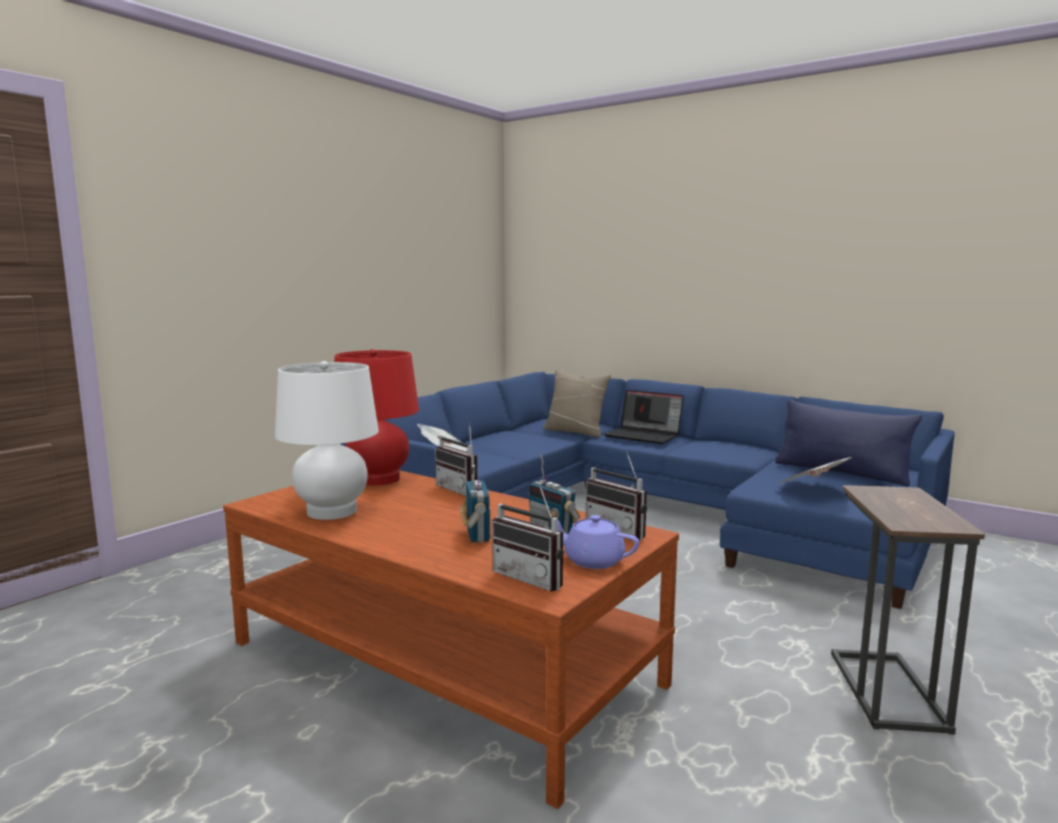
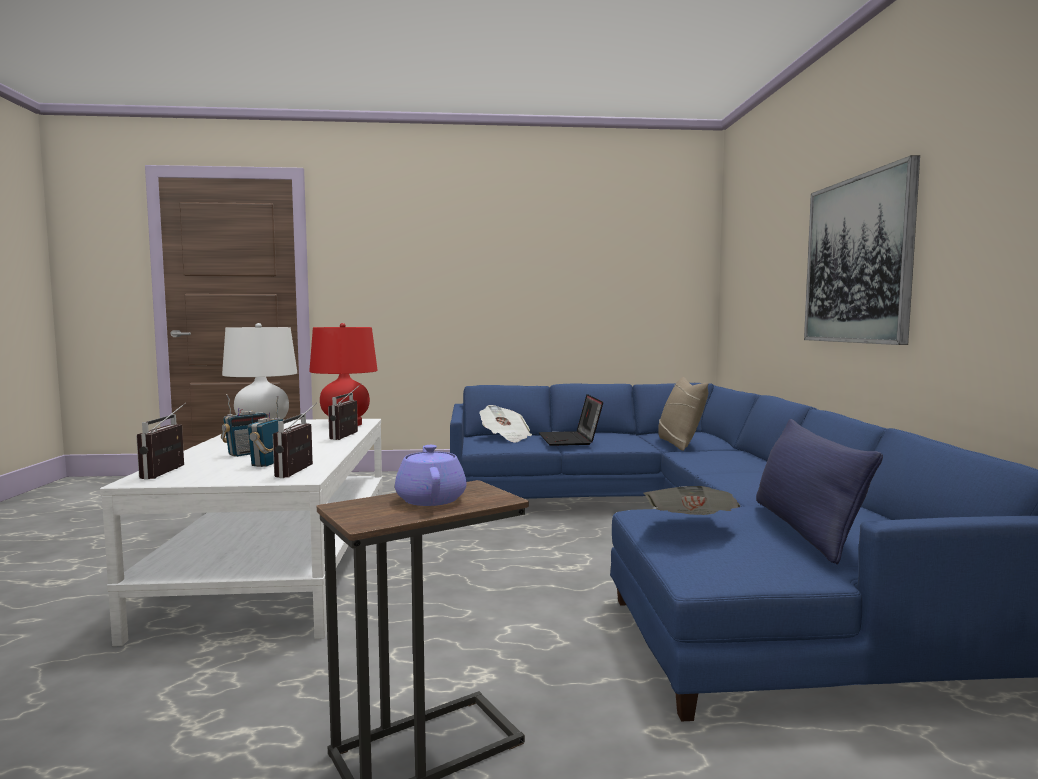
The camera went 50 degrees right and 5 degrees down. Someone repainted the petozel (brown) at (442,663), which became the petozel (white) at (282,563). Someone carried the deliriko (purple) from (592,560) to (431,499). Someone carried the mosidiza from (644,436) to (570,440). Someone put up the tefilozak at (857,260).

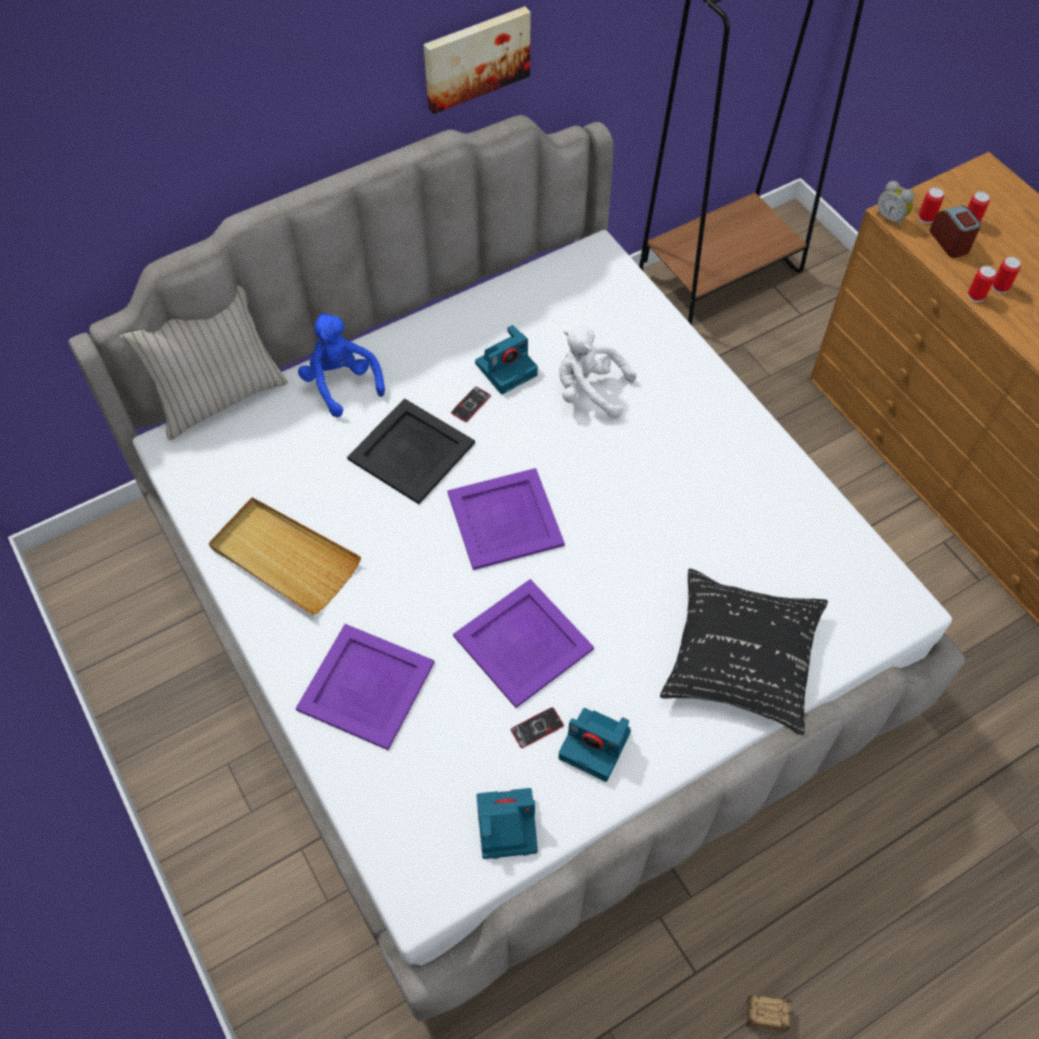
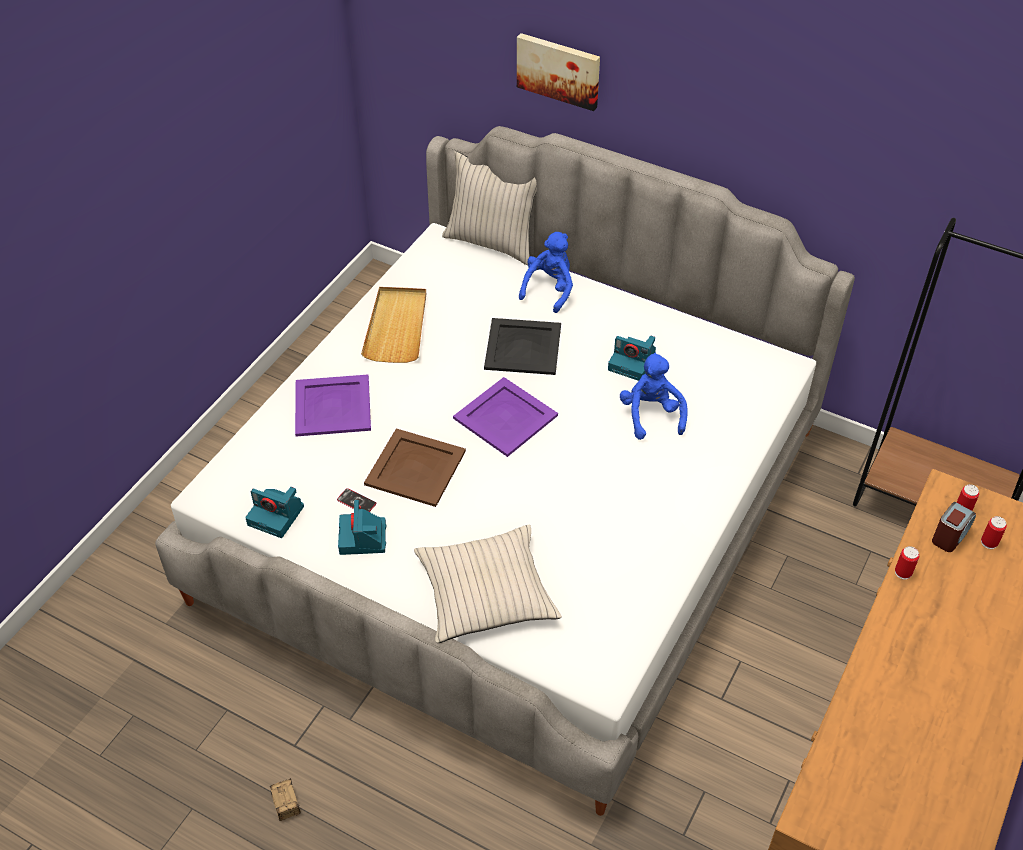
The camera went 60 degrees right and 10 degrees down. Someone rotated the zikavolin at (505,826) by 150 degrees clockwise. Someone repainted the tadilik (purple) at (523,644), which became the tadilik (brown) at (414,468). Someone repainted the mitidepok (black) at (741,657), which became the mitidepok (beige) at (485,592). Someone carried the tefilozak from (475,57) to (559,70). Someone repainted the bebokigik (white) at (589,391), which became the bebokigik (blue) at (651,415). Someone took away the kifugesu at (470,404). Someone took away the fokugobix at (891,218). Someone took away the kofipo at (1000,287).

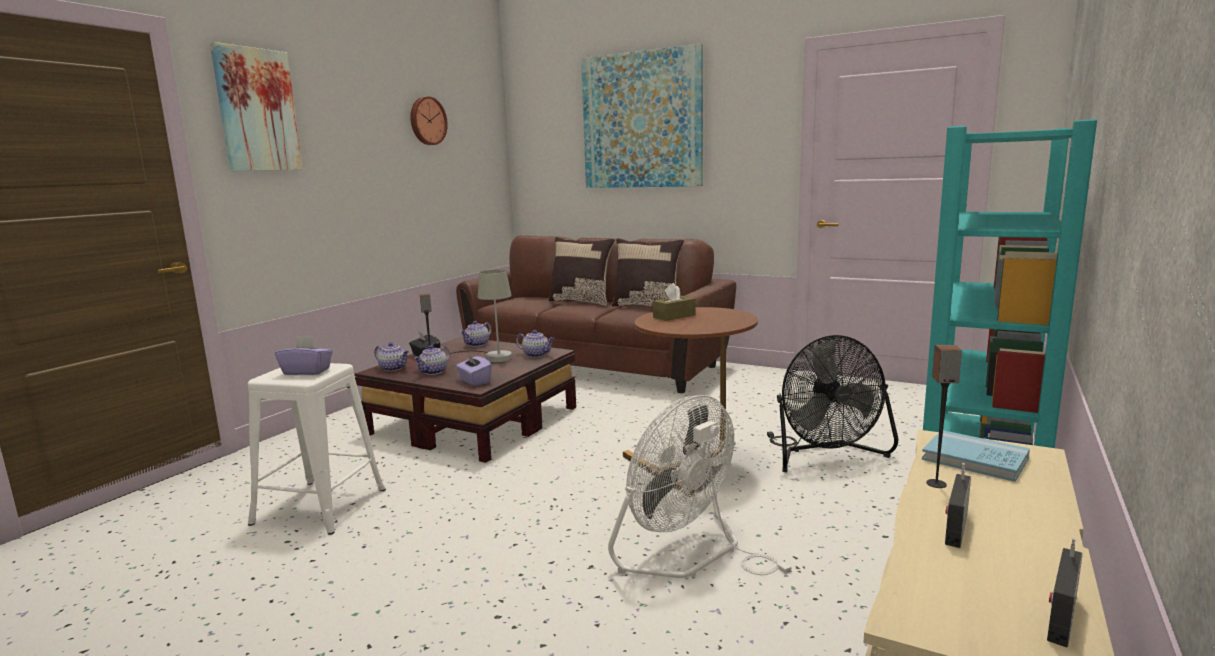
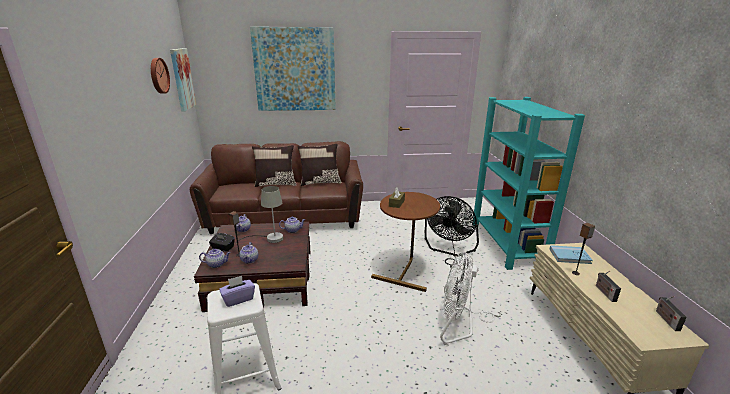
The camera went 35 degrees left and 10 degrees up. Someone carried the tefilozak from (257,110) to (182,79). Someone rotated the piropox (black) at (820,455) by 105 degrees counterclockwise. Someone took away the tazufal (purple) at (474,381).

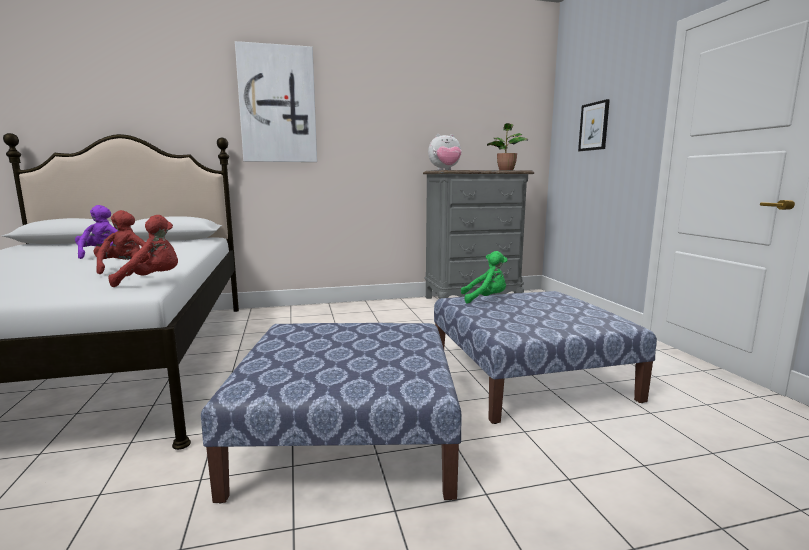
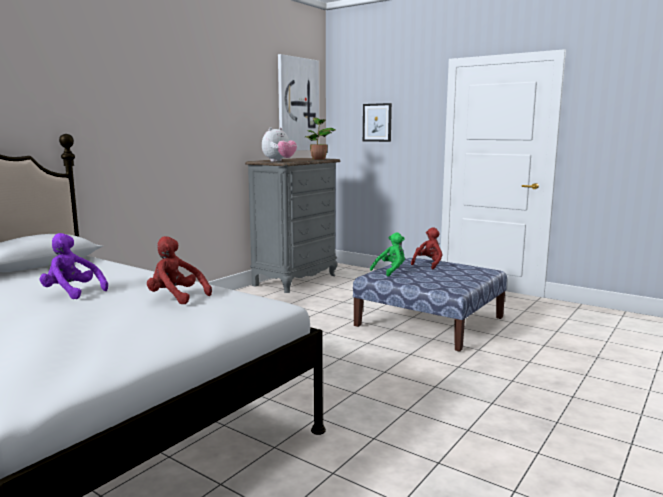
The camera went 40 degrees left and 0 degrees up. Someone carried the tefilozak from (277,105) to (297,104). Someone carried the bebokigik (red) from (152,280) to (428,264). Someone took away the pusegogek at (349,436).

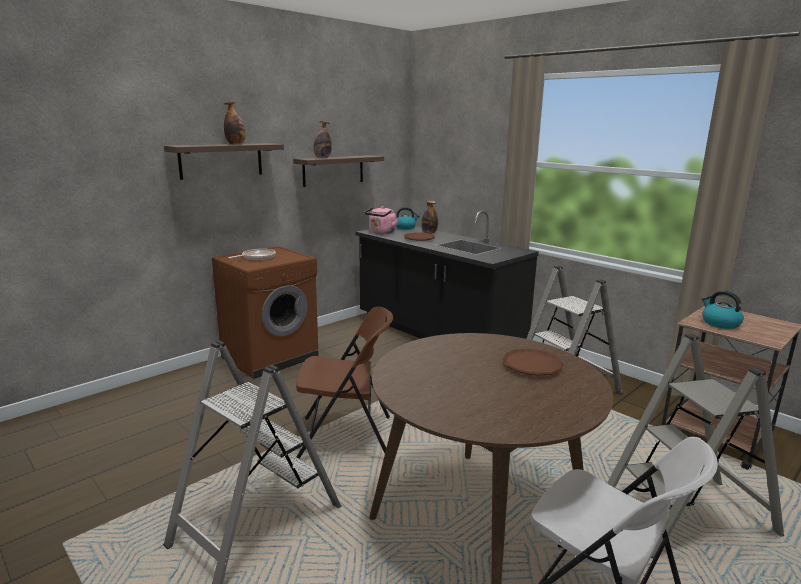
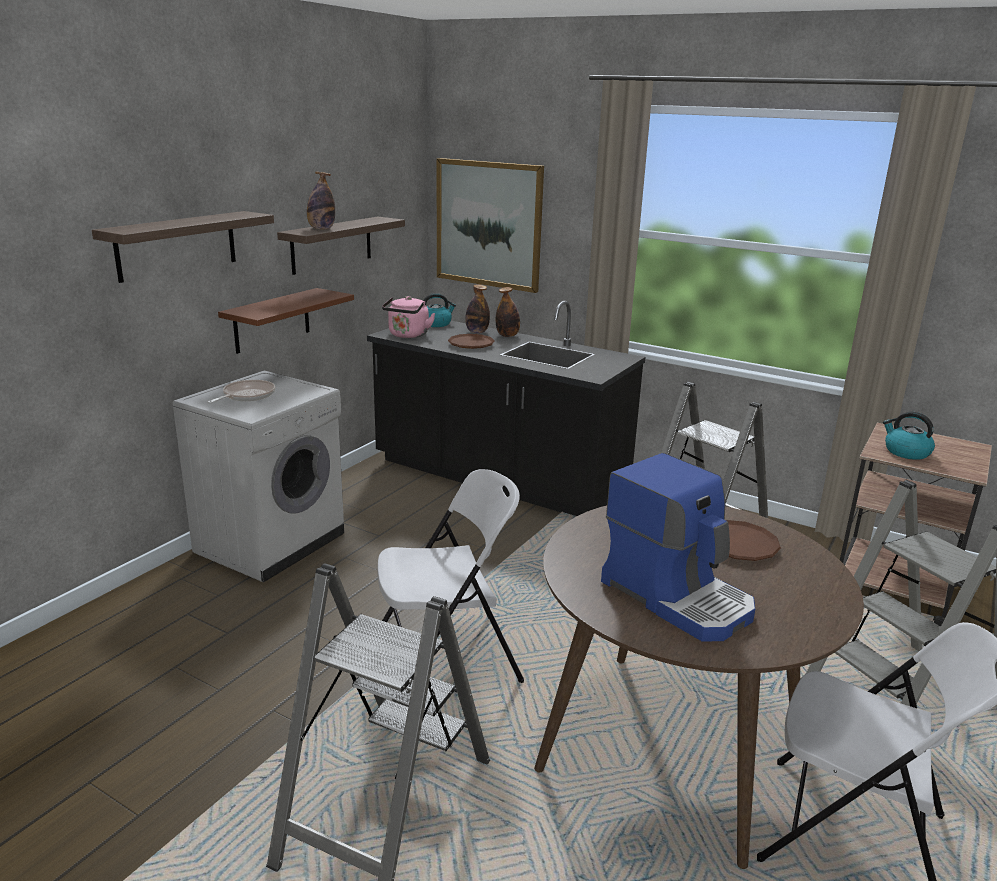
The camera went 15 degrees left and 5 degrees up. Someone repainted the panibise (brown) at (271,358), which became the panibise (white) at (273,543). Someone put up the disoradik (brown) at (272,320). Someone repainted the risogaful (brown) at (345,438), which became the risogaful (white) at (446,658). Someone put up the tefilozak at (488,224). Someone carried the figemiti from (236,144) to (507,335). Someone put down the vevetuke at (678,596).

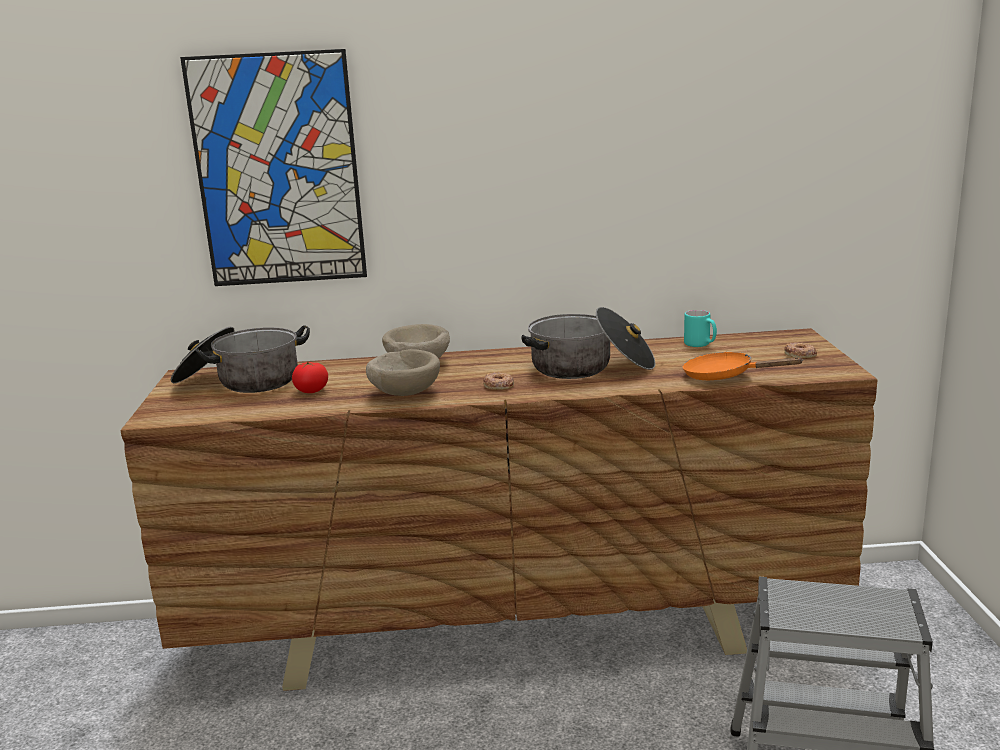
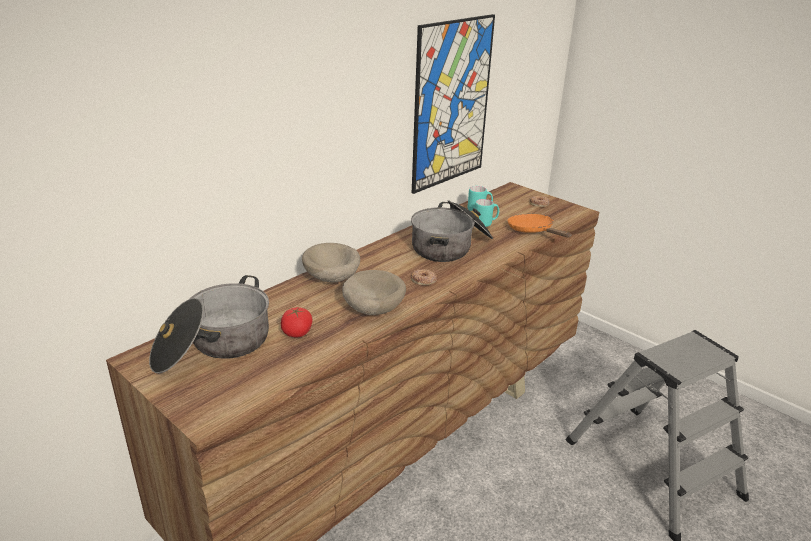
The camera went 45 degrees left and 10 degrees up. Someone carried the tefilozak from (278,171) to (451,104). Someone put down the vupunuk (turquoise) at (485,223). Someone rotated the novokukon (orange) at (725,376) by 75 degrees clockwise.

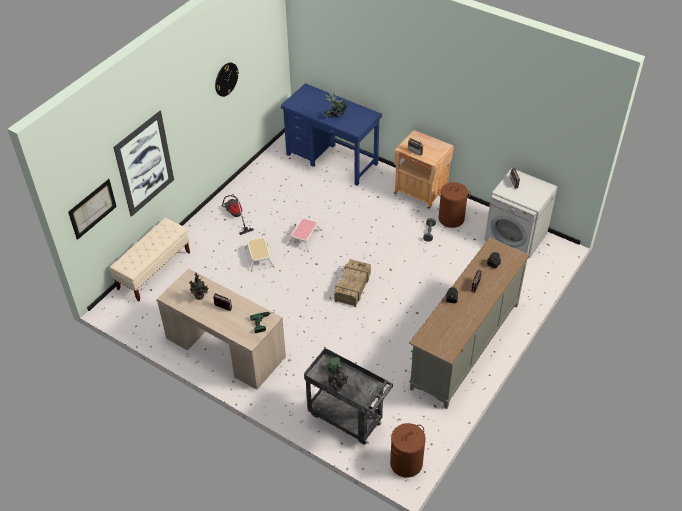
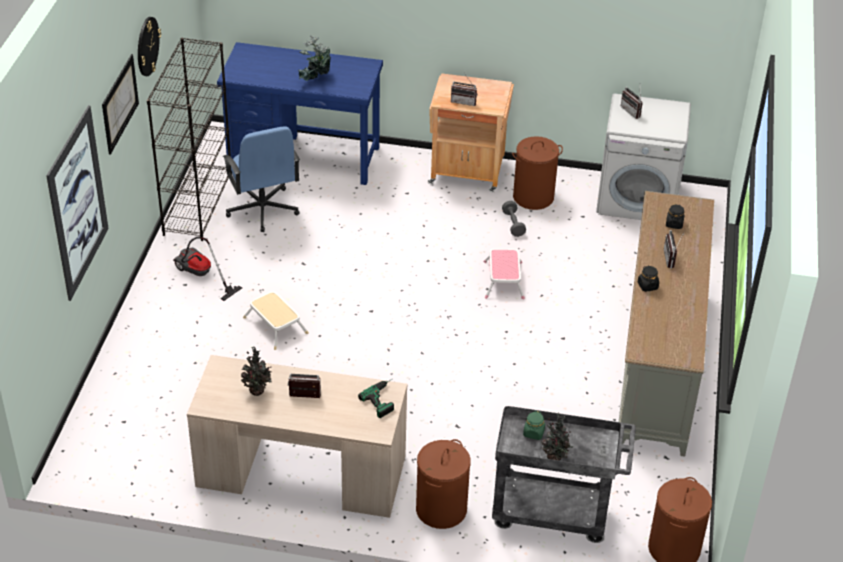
The camera went 25 degrees left and 5 degrees down. Someone carried the tefilozak from (92,209) to (120,103). Someone put down the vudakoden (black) at (198,204). Someone put down the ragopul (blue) at (262,209). Someone put down the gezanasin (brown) at (441,509). Someone carried the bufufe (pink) from (304,237) to (503,280). Someone took away the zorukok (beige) at (154,271). Someone took away the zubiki at (352,287).

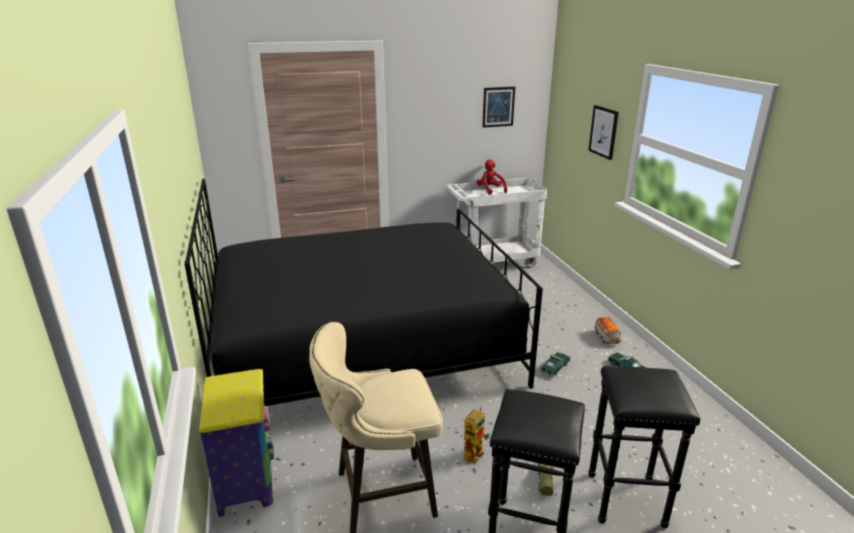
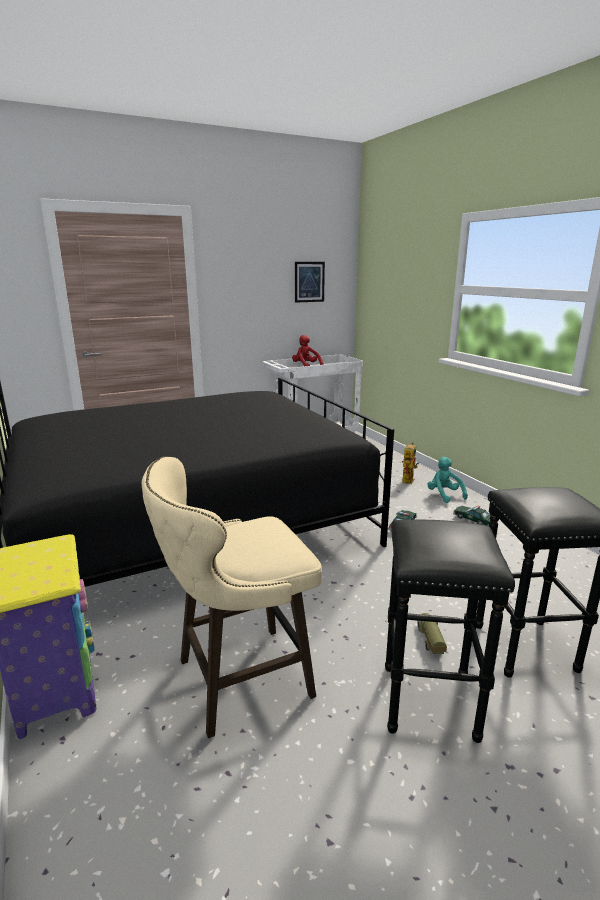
The camera went 10 degrees left and 5 degrees down. Someone carried the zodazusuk from (474,452) to (407,479). Someone swapped the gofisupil at (606,338) for the bebokigik (turquoise) at (444,495). Someone took away the tefilozak at (603,132).

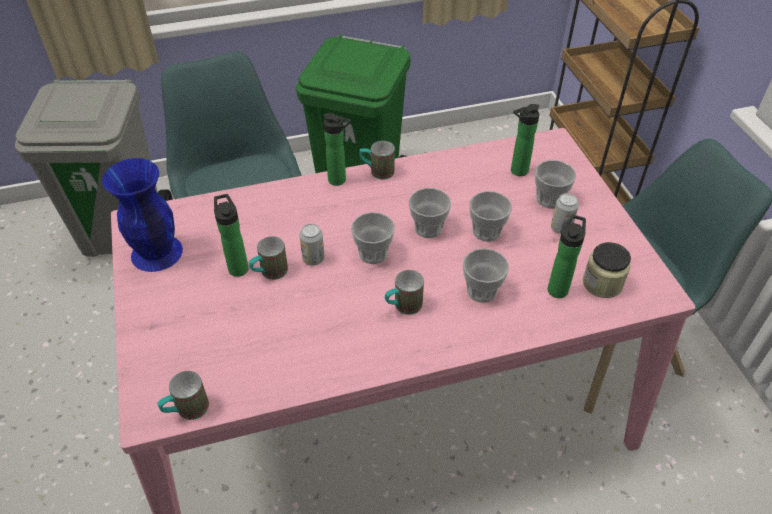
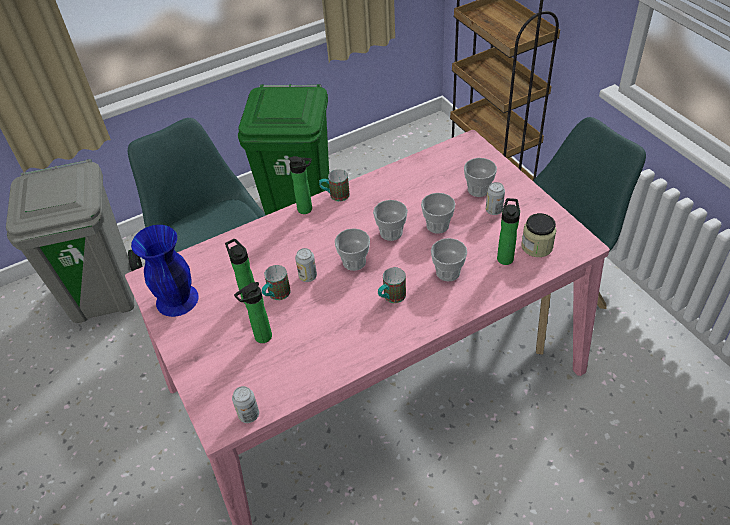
The camera went 10 degrees left and 0 degrees up. Someone swapped the vupunuk at (186,410) for the kofipo at (249,415). Someone carried the figemiti from (517,171) to (261,338).

